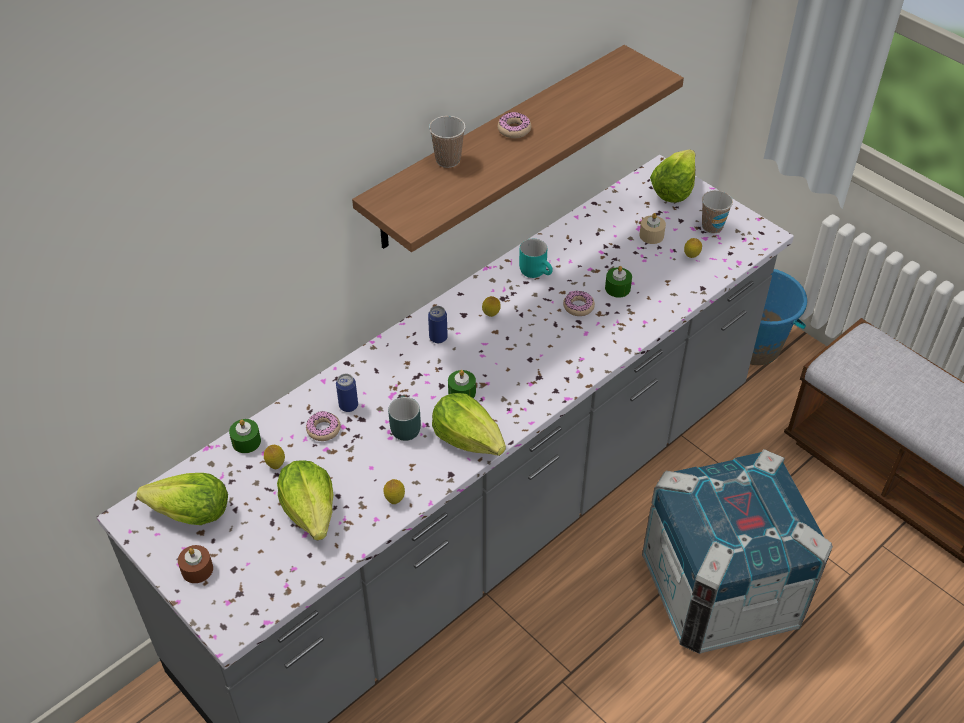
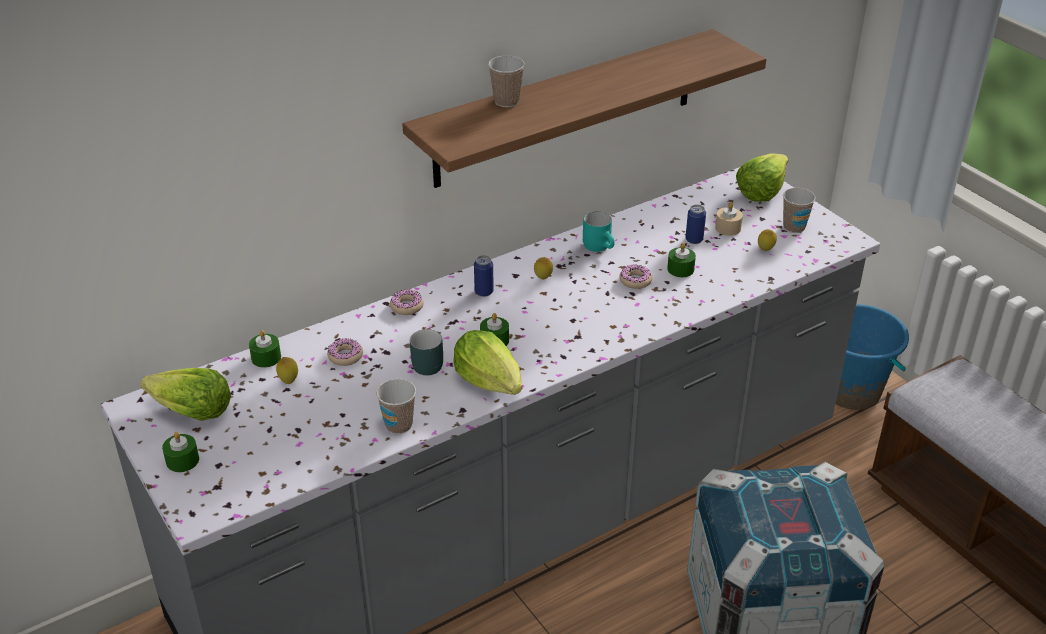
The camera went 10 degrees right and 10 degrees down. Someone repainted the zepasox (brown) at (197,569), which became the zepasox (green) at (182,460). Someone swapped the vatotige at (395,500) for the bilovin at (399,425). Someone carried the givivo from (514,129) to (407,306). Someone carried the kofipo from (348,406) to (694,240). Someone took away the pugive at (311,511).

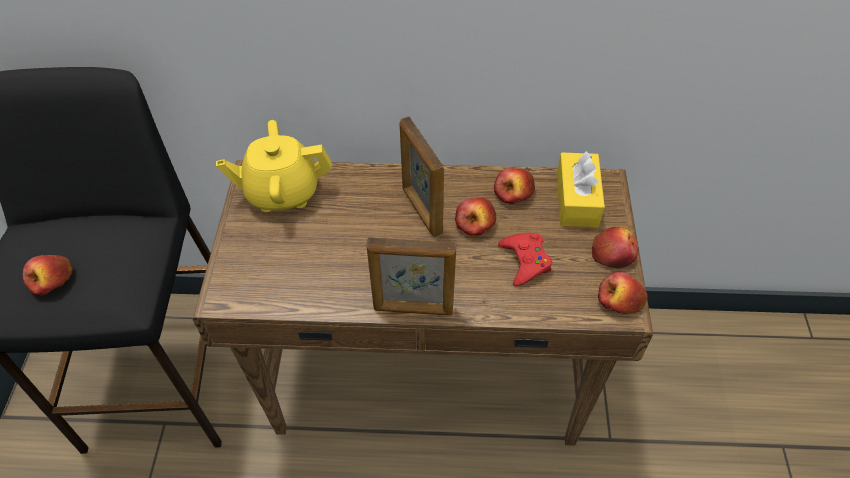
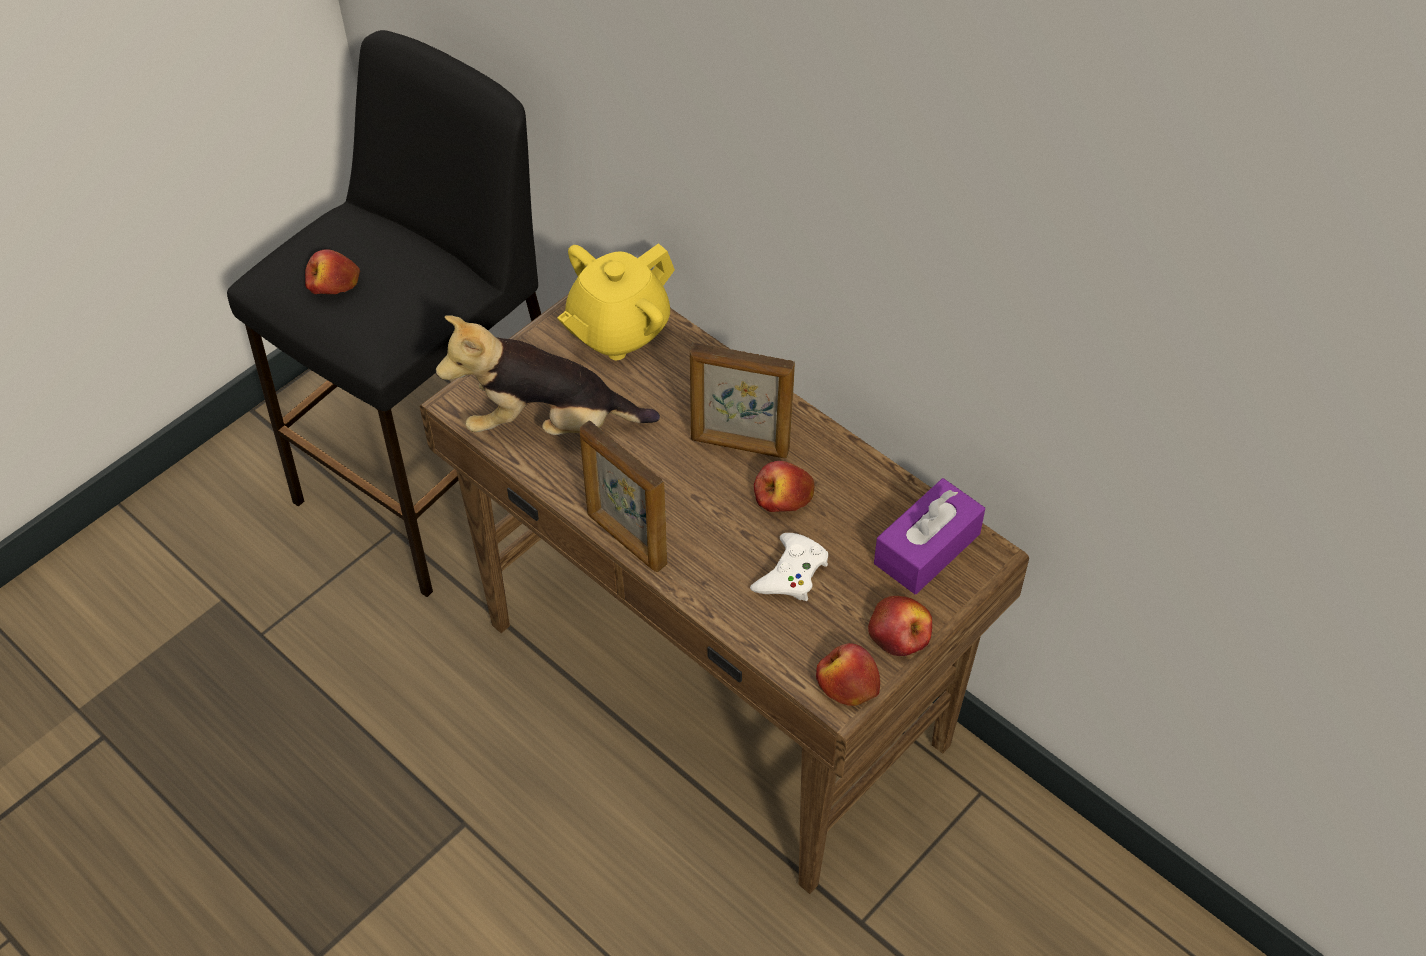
The camera went 40 degrees right and 0 degrees up. Someone put down the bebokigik at (549,424). Someone rotated the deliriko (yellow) at (282,192) by 75 degrees counterclockwise. Someone rotated the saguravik at (421,210) by 90 degrees counterclockwise. Someone repainted the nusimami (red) at (525,261), which became the nusimami (white) at (791,573). Someone repainted the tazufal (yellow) at (577,199), which became the tazufal (purple) at (927,548). Someone took away the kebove at (514,192).

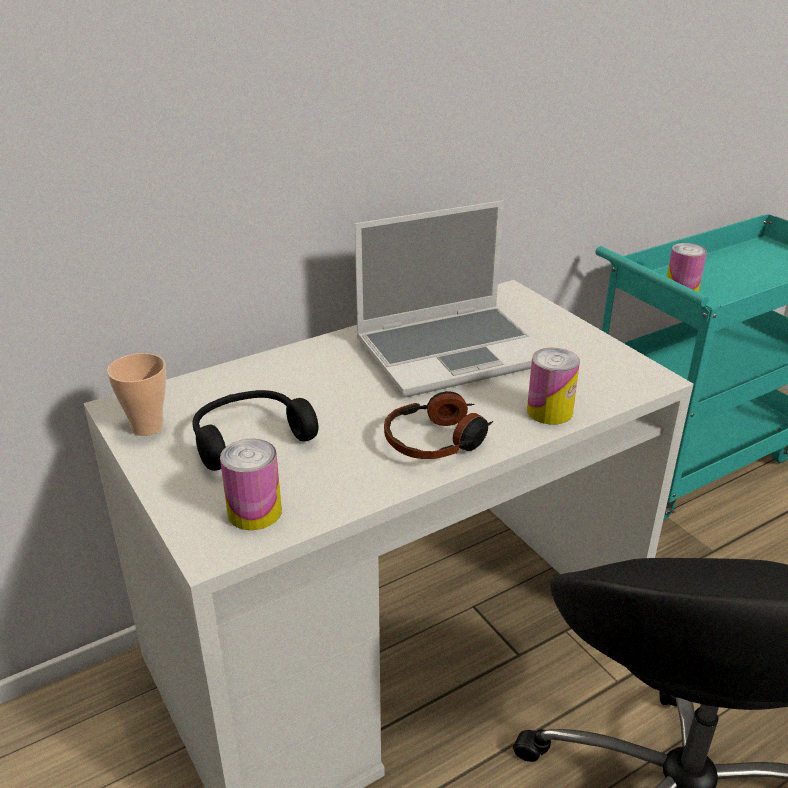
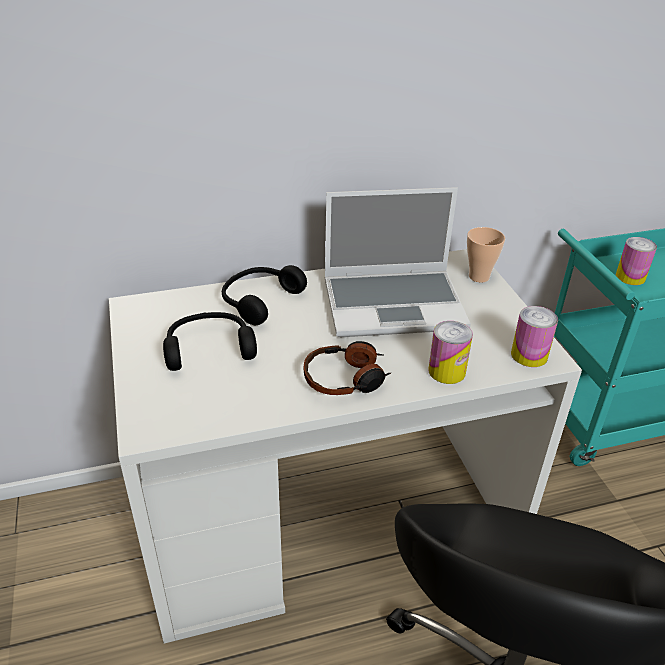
The camera went 15 degrees right and 5 degrees up. Someone put down the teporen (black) at (259,301). Someone carried the bilovin from (147,427) to (479,277). Someone carried the kofipo from (254,512) to (529,355).

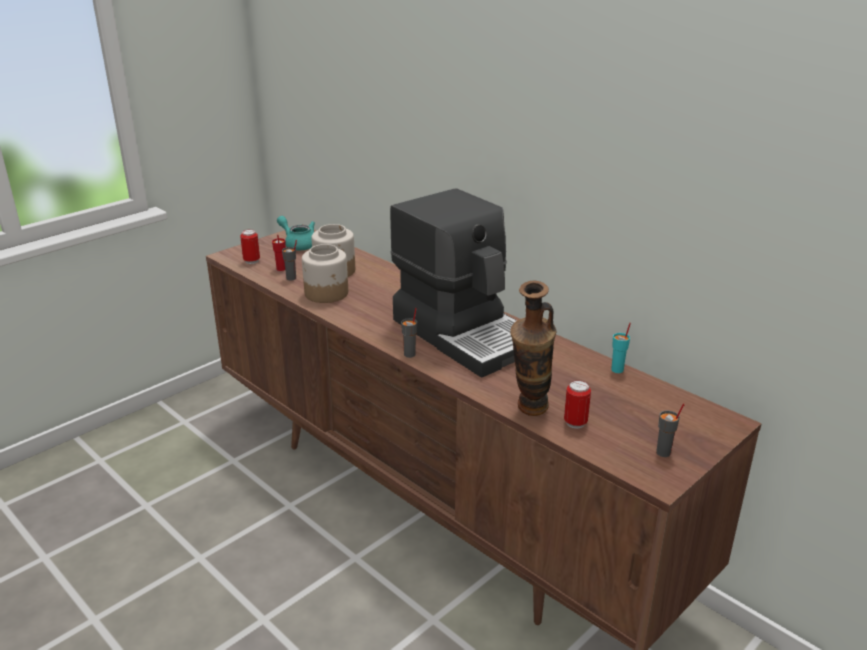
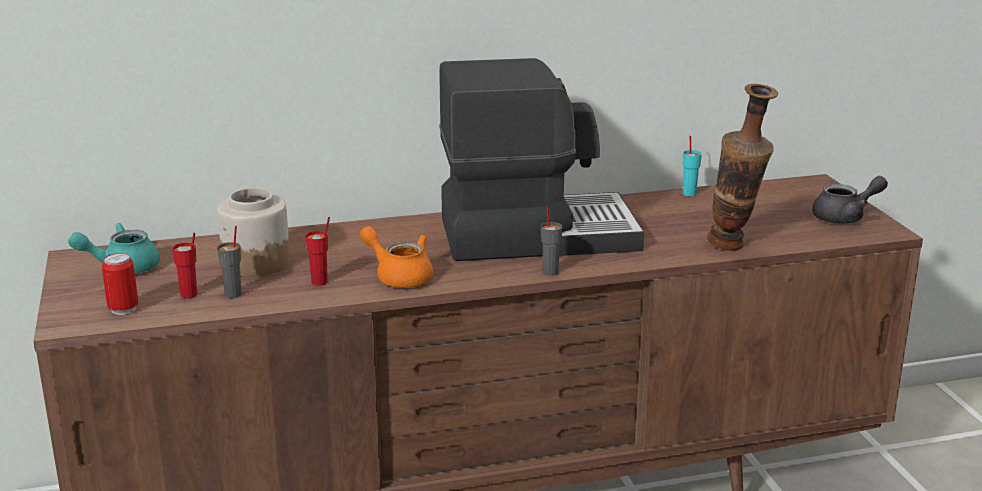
The camera went 60 degrees left and 5 degrees down. Someone swapped the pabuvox at (327,293) for the bilovin (red) at (320,282). Someone put down the deliriko (orange) at (399,276). Someone swapped the bilovin (grey) at (664,453) for the deliriko (grey) at (845,217). Someone took away the kofipo at (575,423).

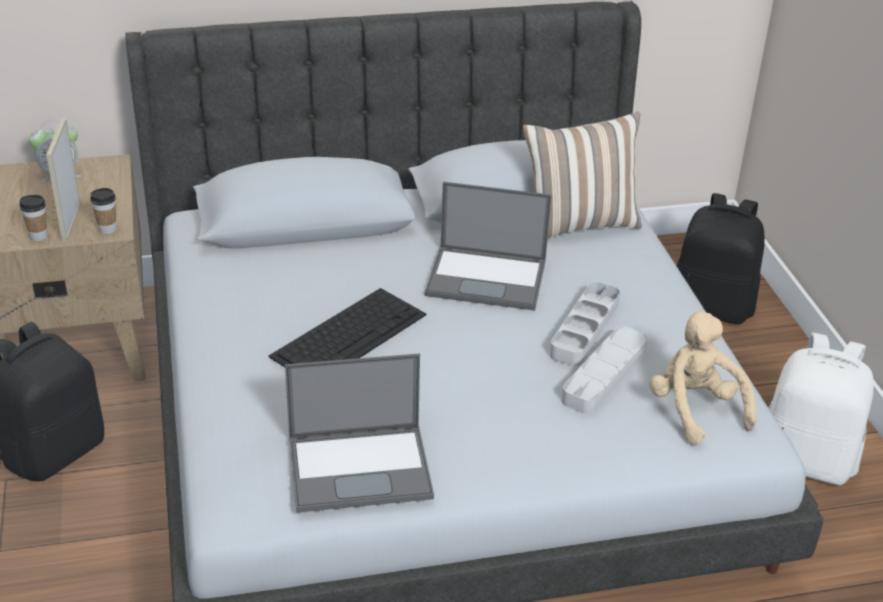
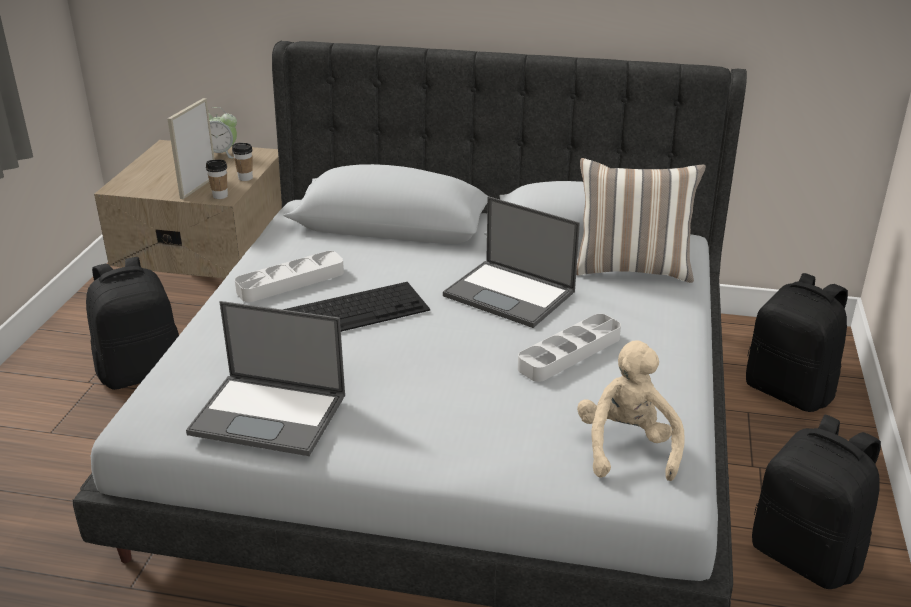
The camera went 25 degrees right and 5 degrees down. Someone carried the bilovin from (38,236) to (245,178). Someone carried the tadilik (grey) from (604,375) to (291,282). Someone repainted the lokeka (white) at (807,460), which became the lokeka (black) at (807,555).

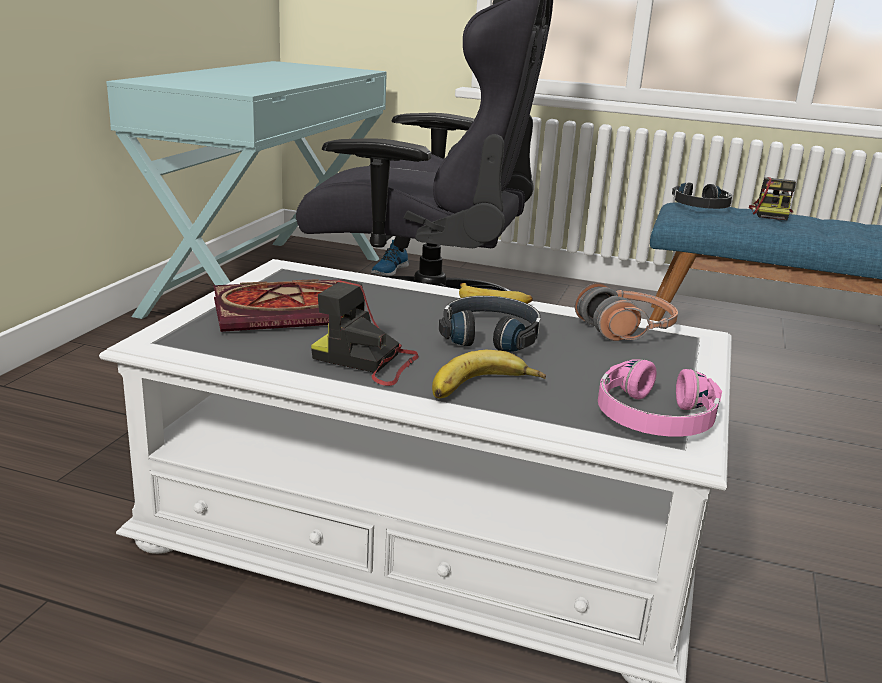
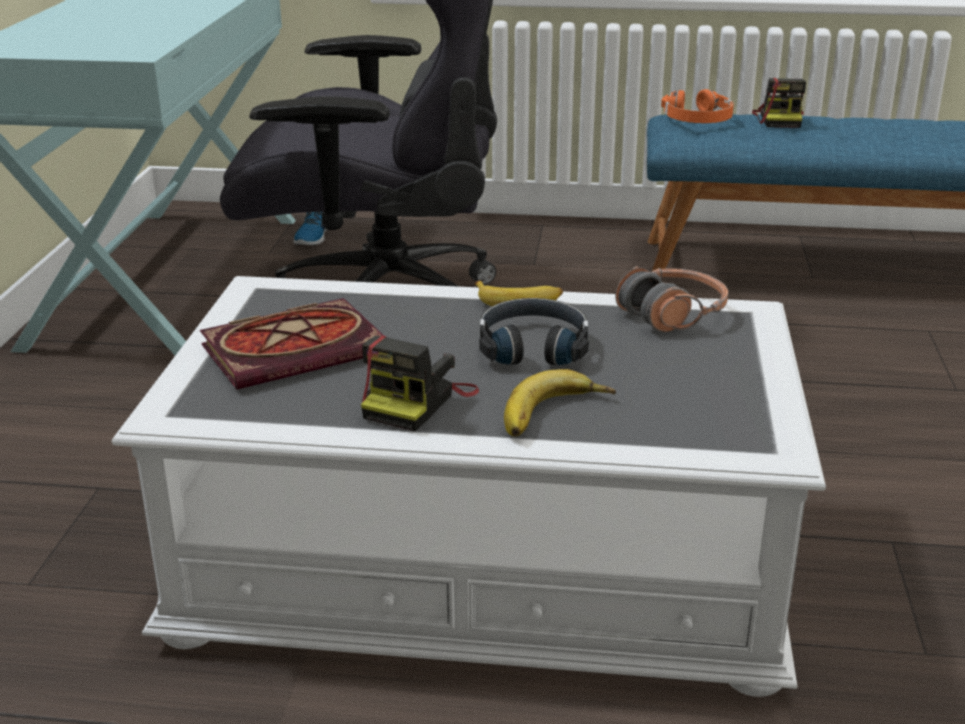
The camera went 10 degrees left and 5 degrees up. Someone rotated the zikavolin at (367,361) by 75 degrees counterclockwise. Someone repainted the teporen (black) at (701,206), which became the teporen (orange) at (698,119). Someone took away the teporen (pink) at (654,417).

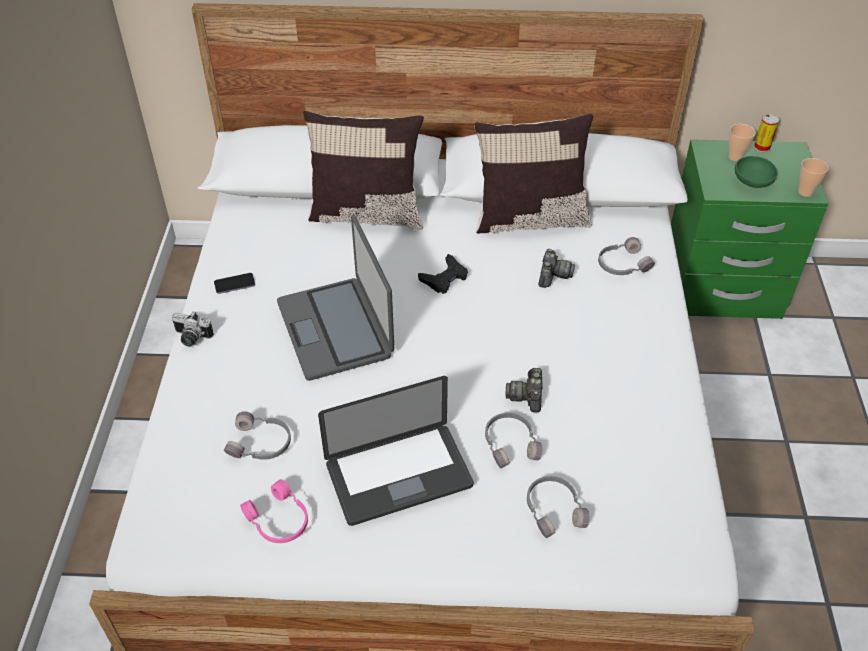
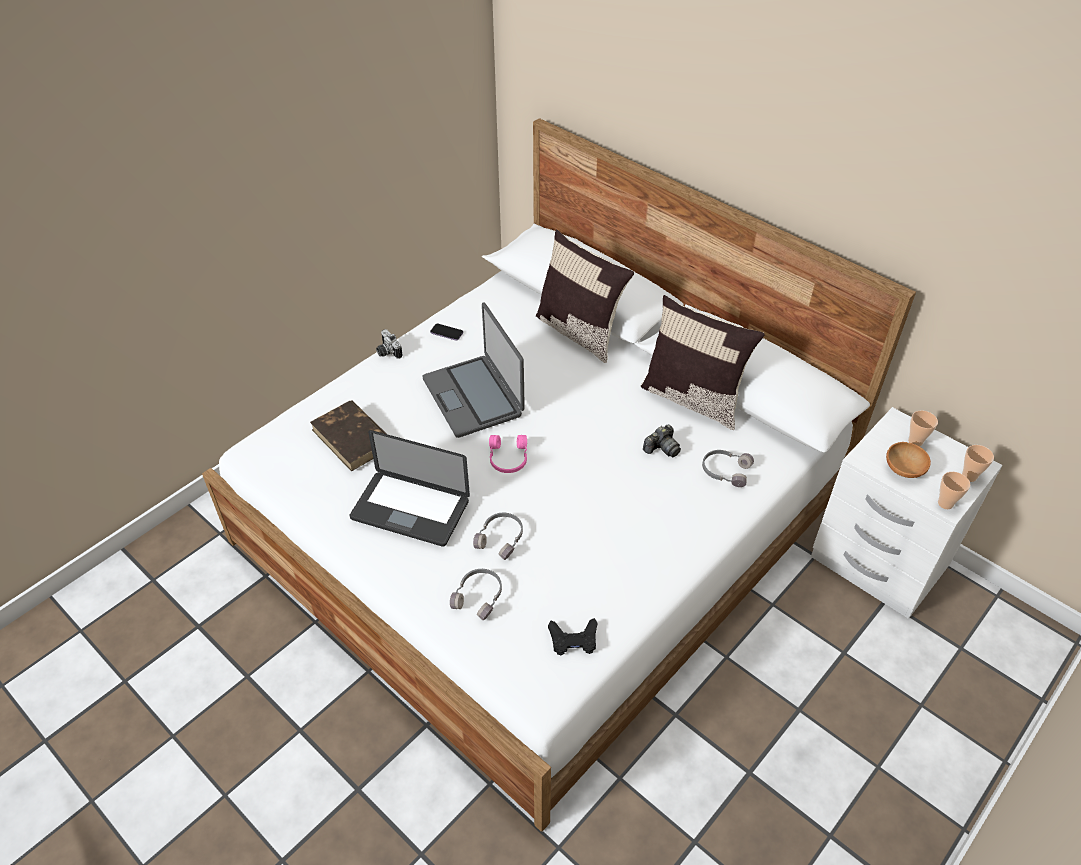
The camera went 40 degrees right and 0 degrees up. Someone swapped the teporen (grey) at (260,444) for the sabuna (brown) at (353,438). Someone rotated the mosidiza at (336,329) by 45 degrees counterclockwise. Someone carried the teporen (pink) from (278,520) to (507,458). Someone carried the nusimami (black) from (444,278) to (573,640). Someone repainted the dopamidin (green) at (721,289), which became the dopamidin (white) at (878,562). Someone repainted the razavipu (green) at (752,183), which became the razavipu (brown) at (903,470). Someone put down the bilovin at (969,476). Someone took away the zikavolin at (527,396). Someone took away the kofipo at (762,147).

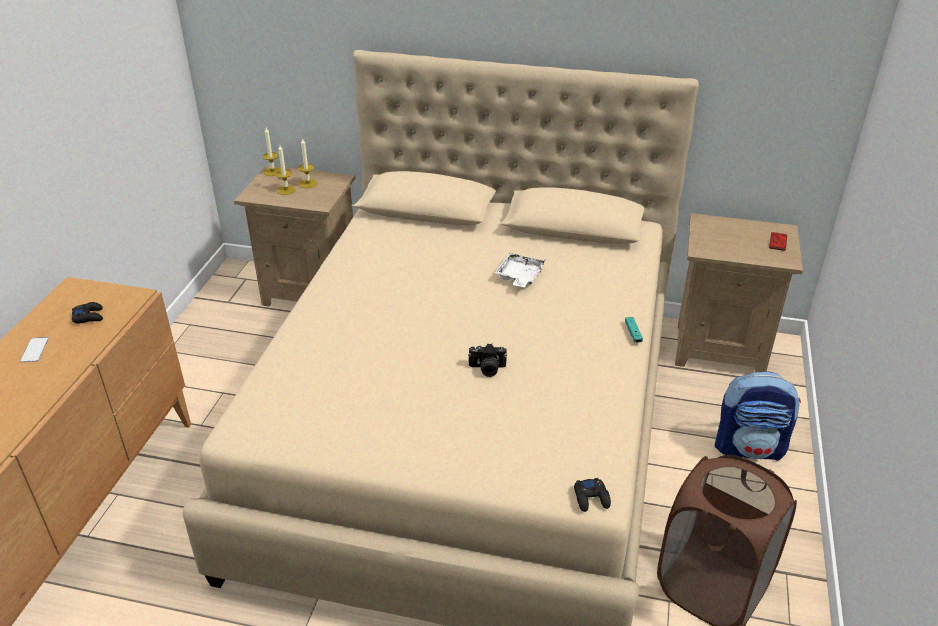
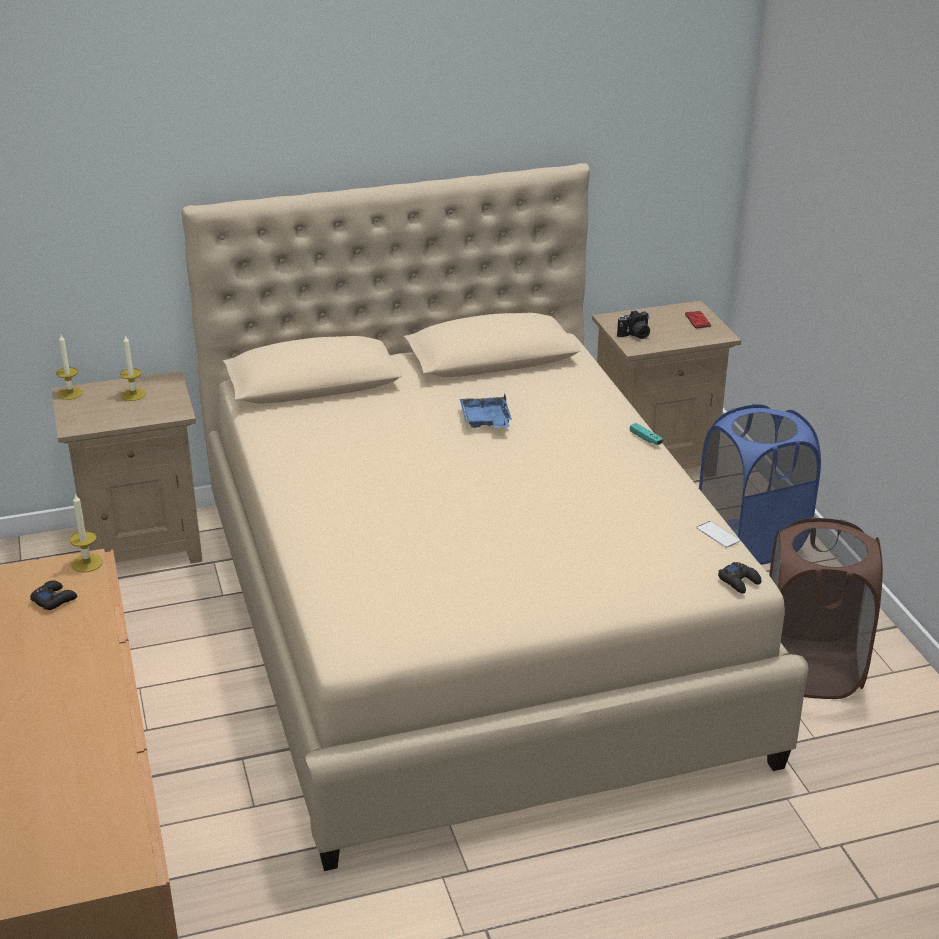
The camera went 30 degrees left and 5 degrees down. Someone carried the zepasox from (286,190) to (87,563). Someone repainted the tadilik (white) at (519,277), which became the tadilik (blue) at (486,421). Someone carried the zikavolin from (487,369) to (635,335). Someone carried the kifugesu from (35,350) to (718,534). Someone swapped the lokeka at (749,447) for the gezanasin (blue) at (751,542).

